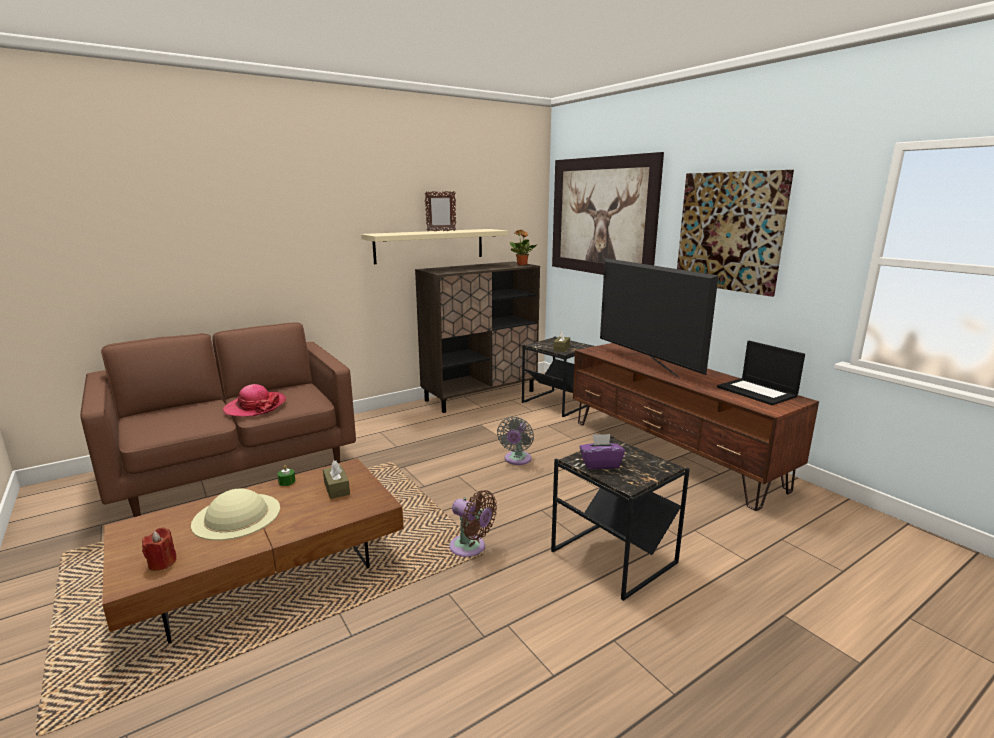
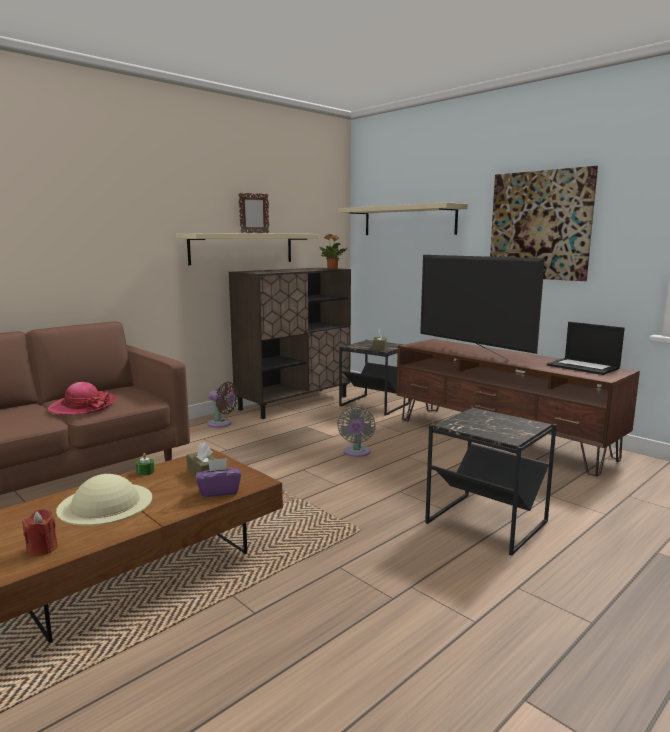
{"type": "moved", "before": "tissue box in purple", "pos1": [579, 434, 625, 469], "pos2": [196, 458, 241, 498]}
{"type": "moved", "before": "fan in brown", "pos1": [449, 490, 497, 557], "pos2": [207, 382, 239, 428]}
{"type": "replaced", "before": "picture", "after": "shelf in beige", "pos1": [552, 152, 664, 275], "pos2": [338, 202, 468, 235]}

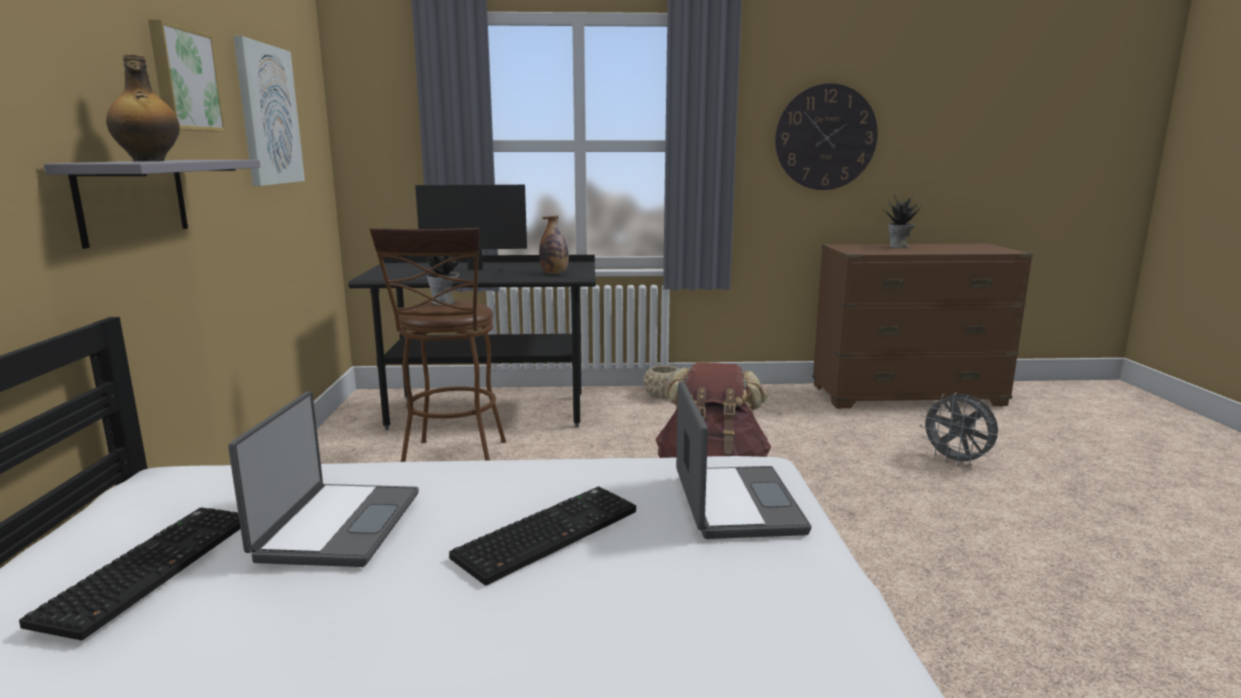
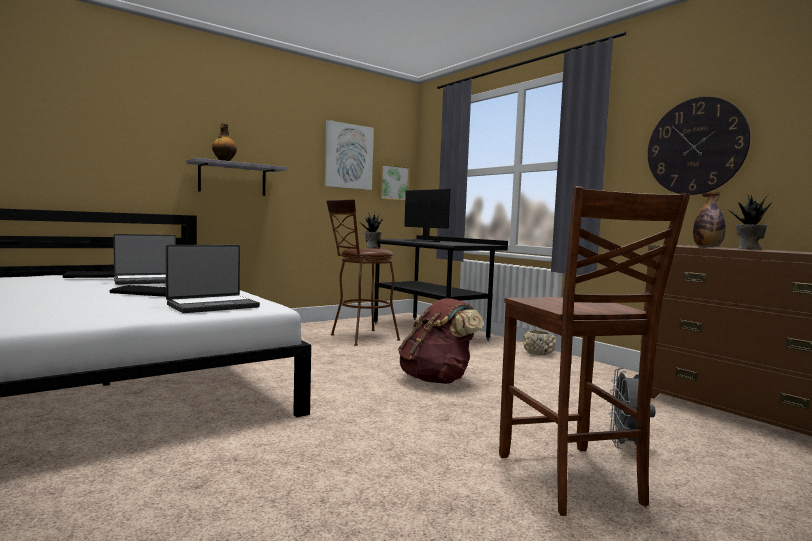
{"type": "moved", "before": "picture", "pos1": [148, 20, 226, 132], "pos2": [378, 164, 410, 201]}
{"type": "added", "after": "chair in brown", "pos2": [499, 187, 690, 516]}
{"type": "moved", "before": "bottle", "pos1": [539, 215, 569, 274], "pos2": [693, 192, 726, 247]}

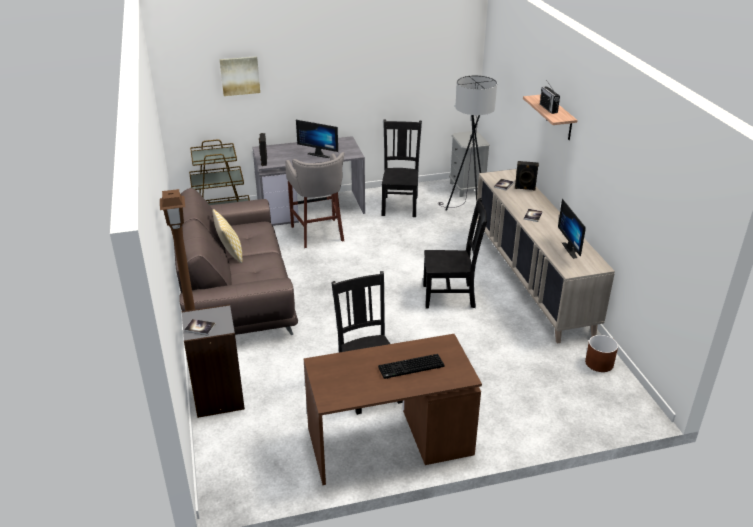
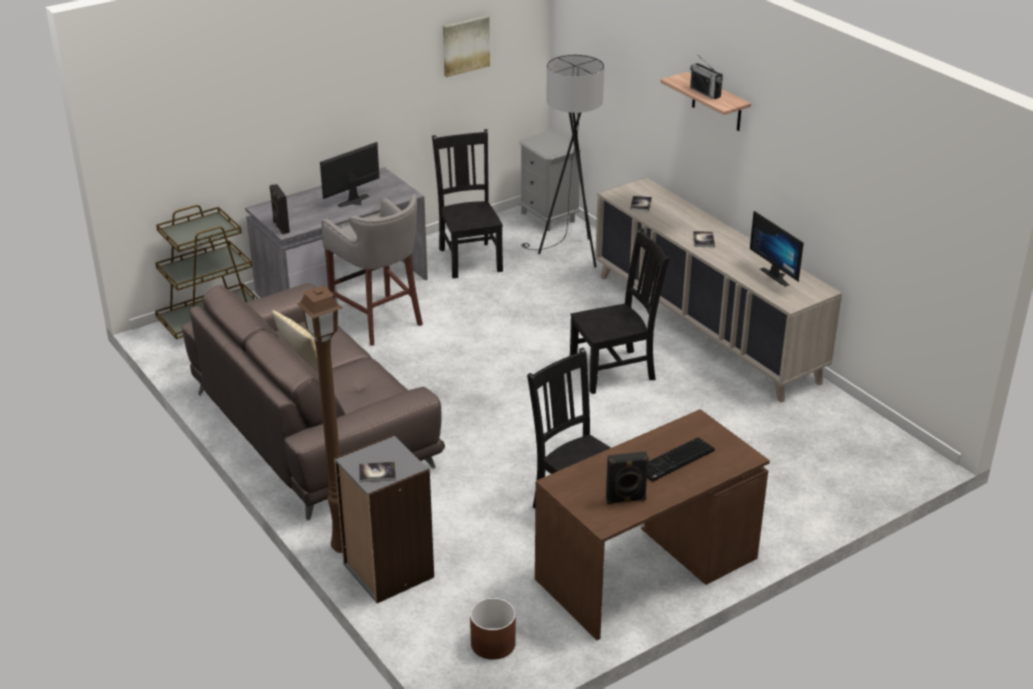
{"type": "turned", "before": "monitor", "pos1": [296, 120, 338, 158], "pos2": [320, 142, 380, 207], "turn": 135}
{"type": "moved", "before": "picture", "pos1": [219, 56, 260, 96], "pos2": [443, 16, 490, 77]}
{"type": "moved", "before": "planter in brown", "pos1": [585, 335, 618, 372], "pos2": [470, 598, 516, 660]}
{"type": "moved", "before": "speaker in black", "pos1": [515, 161, 539, 190], "pos2": [606, 451, 649, 504]}

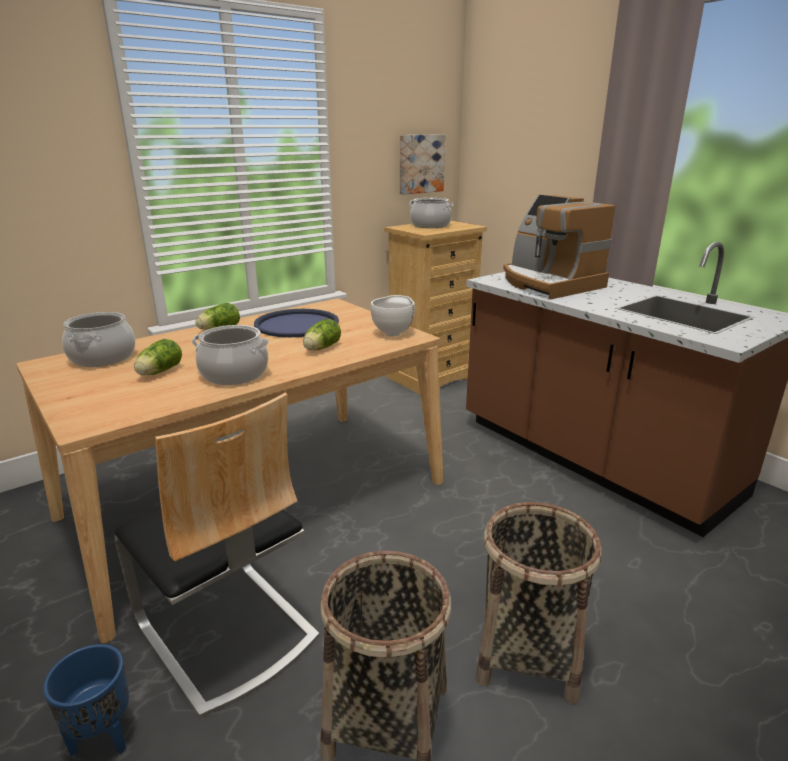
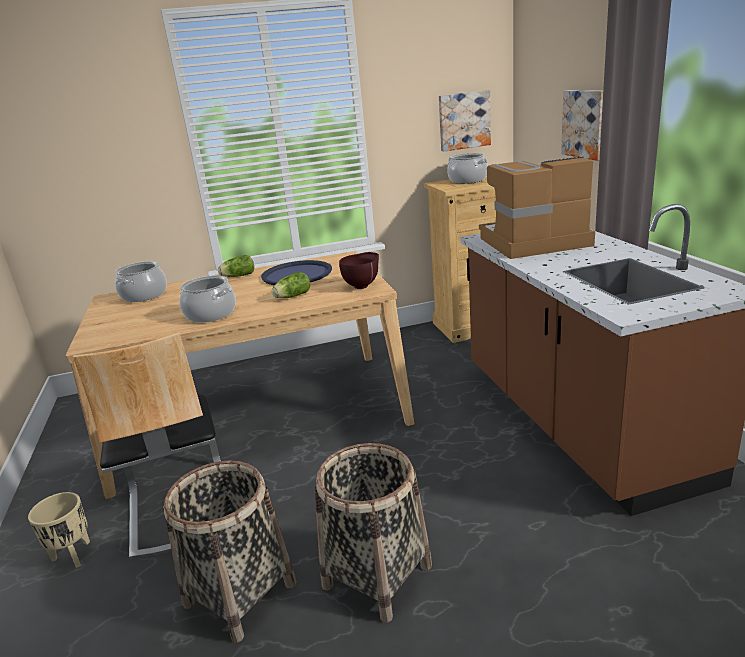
{"type": "recoloured", "before": "planter in blue", "after": "planter in beige", "pos1": [43, 644, 129, 756], "pos2": [28, 492, 90, 568]}
{"type": "recoloured", "before": "bowl in white", "after": "bowl in brown", "pos1": [371, 295, 415, 336], "pos2": [339, 252, 379, 289]}
{"type": "turned", "before": "coffee machine", "pos1": [503, 195, 615, 299], "pos2": [479, 156, 595, 259], "turn": 90}
{"type": "added", "after": "picture", "pos2": [561, 90, 603, 161]}
{"type": "removed", "before": "lettuce", "pos1": [134, 339, 182, 376]}

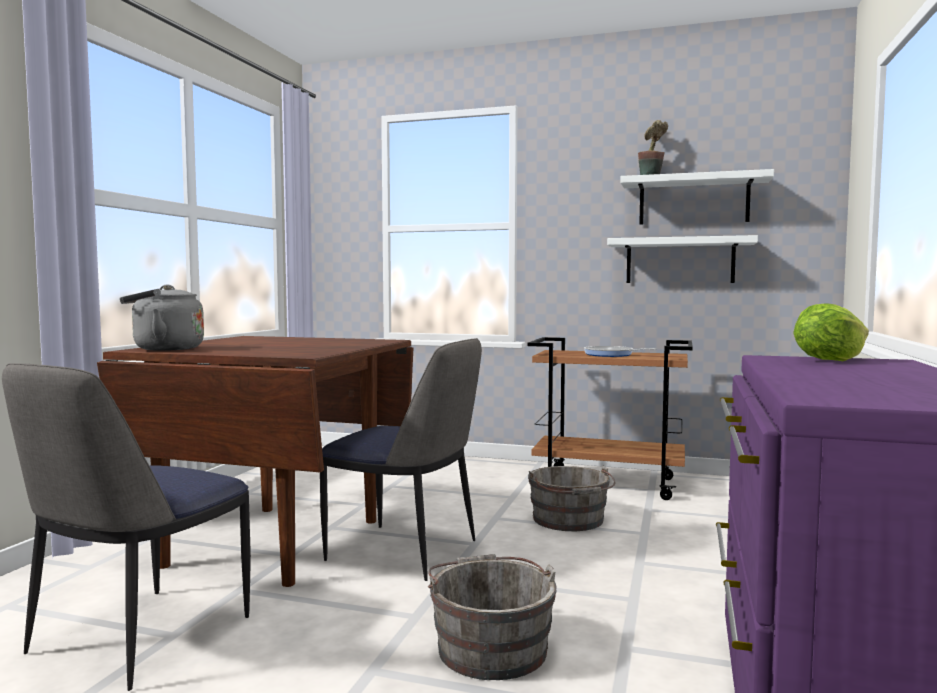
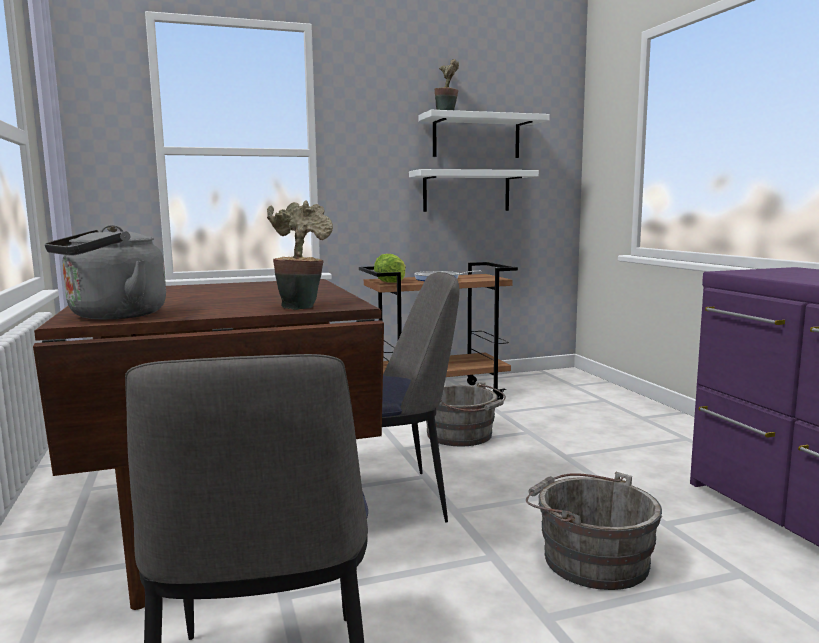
{"type": "added", "after": "potted plant", "pos2": [267, 201, 333, 310]}
{"type": "moved", "before": "lettuce", "pos1": [793, 303, 869, 361], "pos2": [374, 254, 406, 283]}

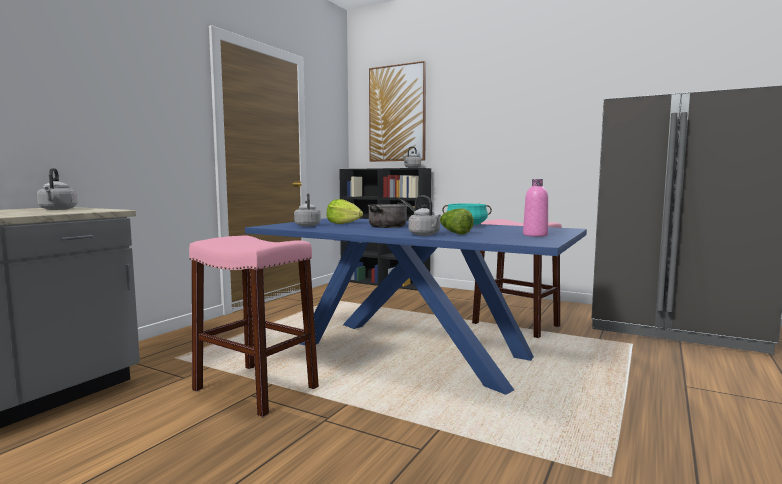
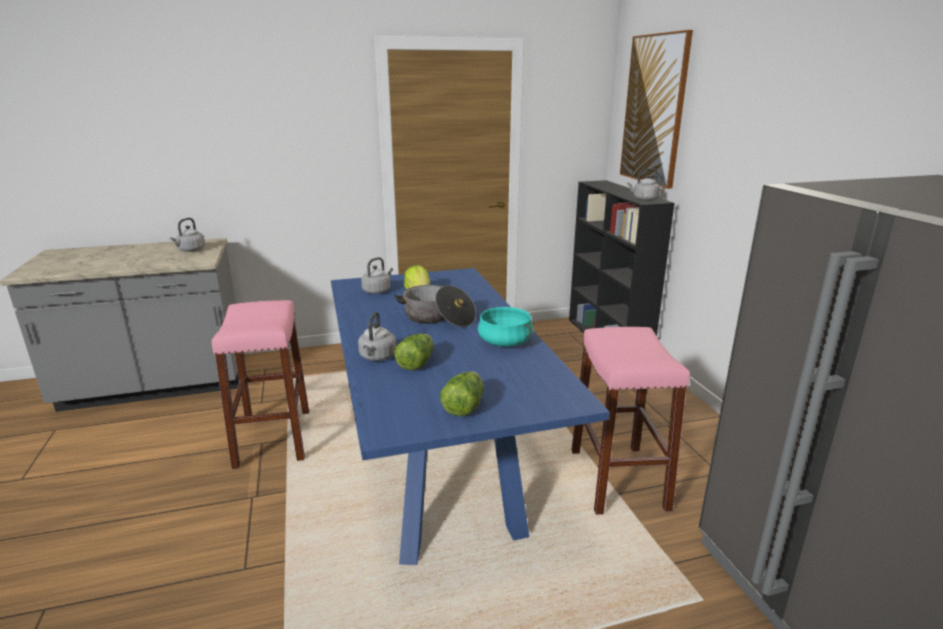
{"type": "replaced", "before": "bottle in pink", "after": "lettuce", "pos1": [523, 179, 548, 237], "pos2": [440, 372, 484, 416]}

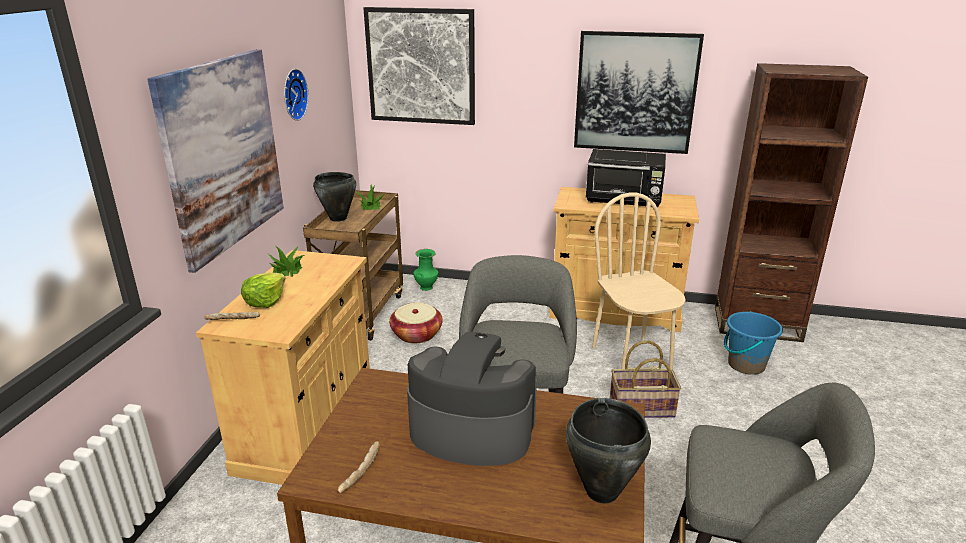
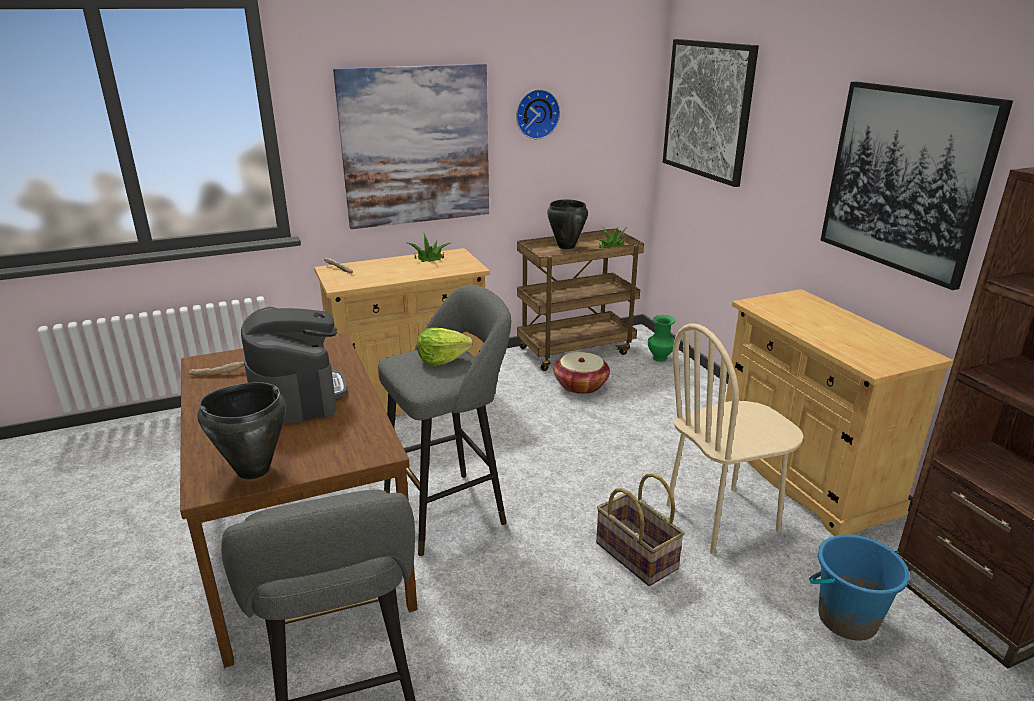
{"type": "moved", "before": "lettuce", "pos1": [241, 273, 286, 308], "pos2": [417, 328, 473, 366]}
{"type": "turned", "before": "chair in beige", "pos1": [592, 192, 686, 369], "pos2": [666, 323, 804, 555], "turn": -150}
{"type": "removed", "before": "microwave in black", "pos1": [586, 149, 666, 207]}

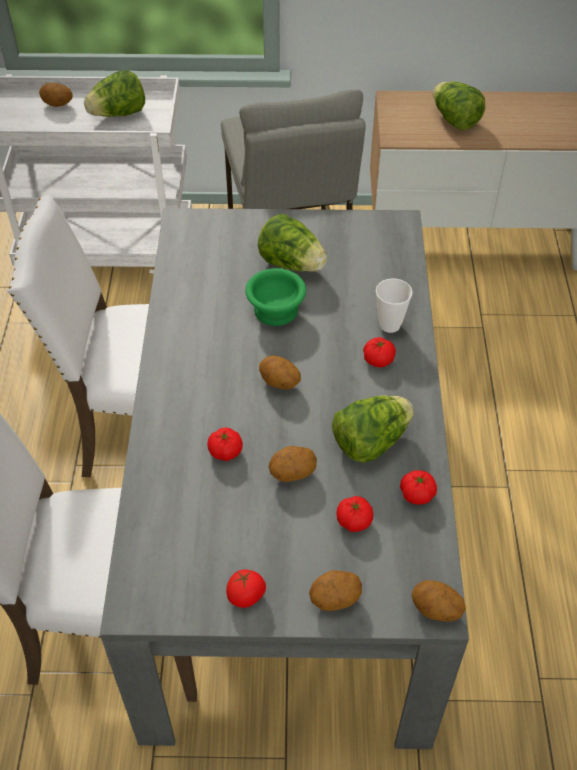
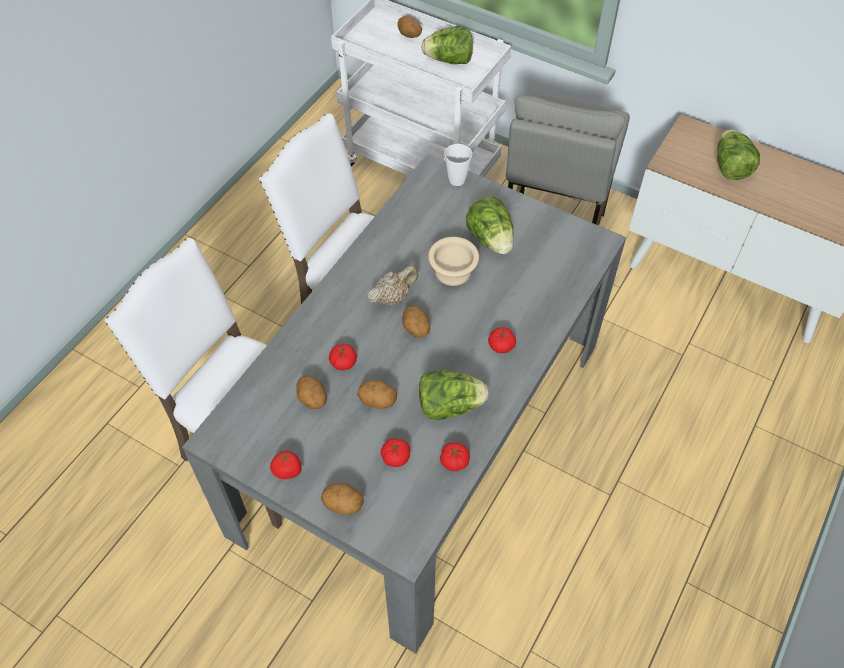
{"type": "moved", "before": "potato", "pos1": [412, 580, 466, 622], "pos2": [296, 376, 327, 409]}
{"type": "added", "after": "teapot in beige", "pos2": [367, 266, 418, 306]}
{"type": "recoloured", "before": "bowl in green", "after": "bowl in beige", "pos1": [245, 268, 306, 326], "pos2": [428, 237, 479, 286]}
{"type": "moved", "before": "cup", "pos1": [376, 278, 413, 333], "pos2": [444, 144, 472, 186]}

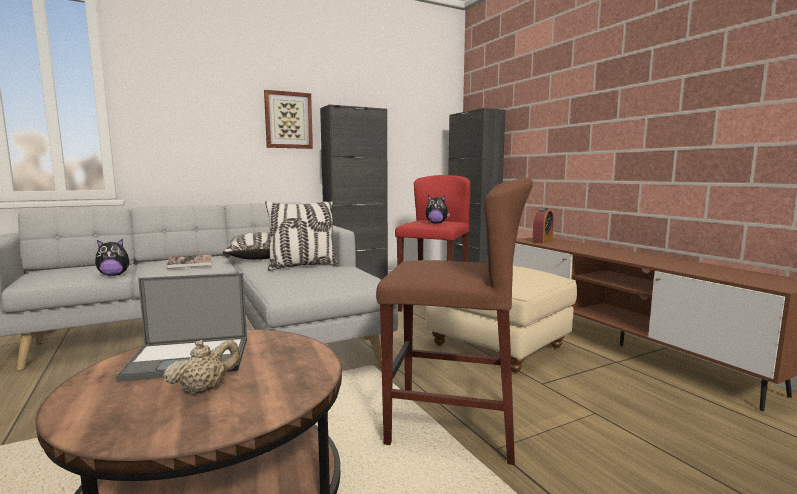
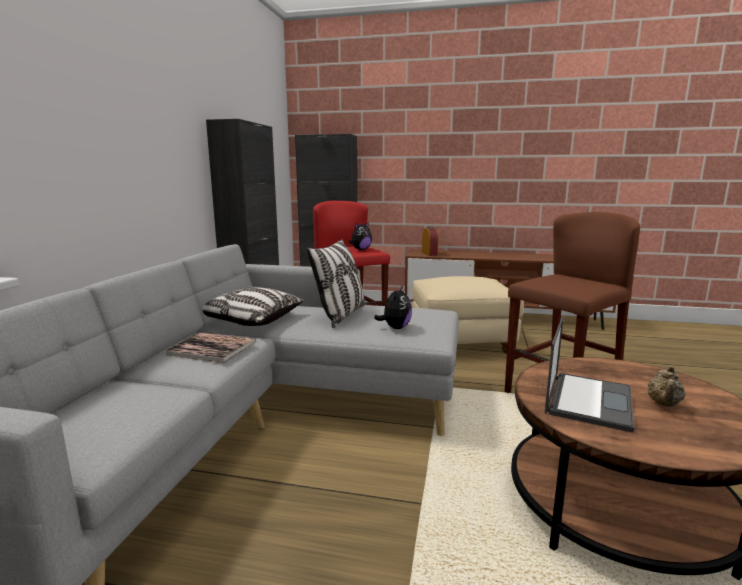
{"type": "moved", "before": "plush toy", "pos1": [95, 239, 134, 276], "pos2": [374, 285, 412, 329]}
{"type": "turned", "before": "teapot in beige", "pos1": [163, 339, 240, 395], "pos2": [648, 366, 685, 407], "turn": -150}
{"type": "removed", "before": "picture", "pos1": [264, 90, 313, 149]}

